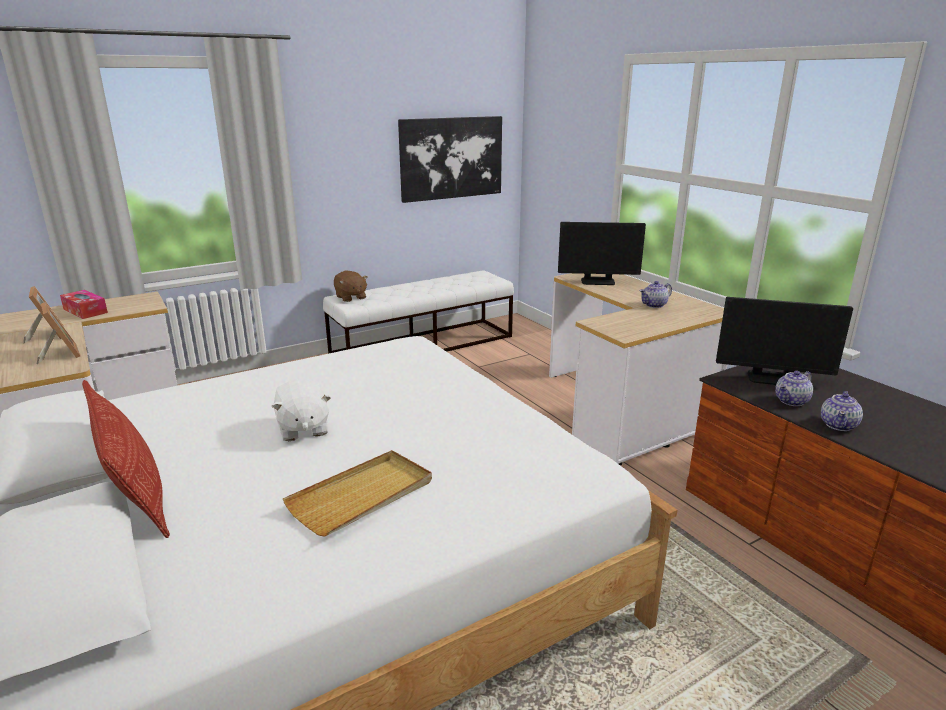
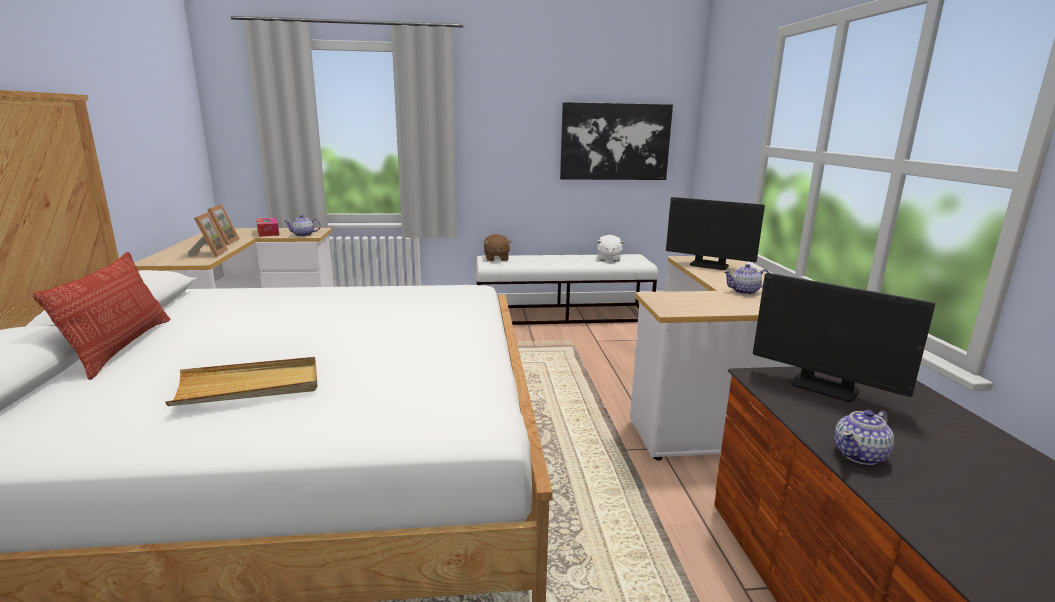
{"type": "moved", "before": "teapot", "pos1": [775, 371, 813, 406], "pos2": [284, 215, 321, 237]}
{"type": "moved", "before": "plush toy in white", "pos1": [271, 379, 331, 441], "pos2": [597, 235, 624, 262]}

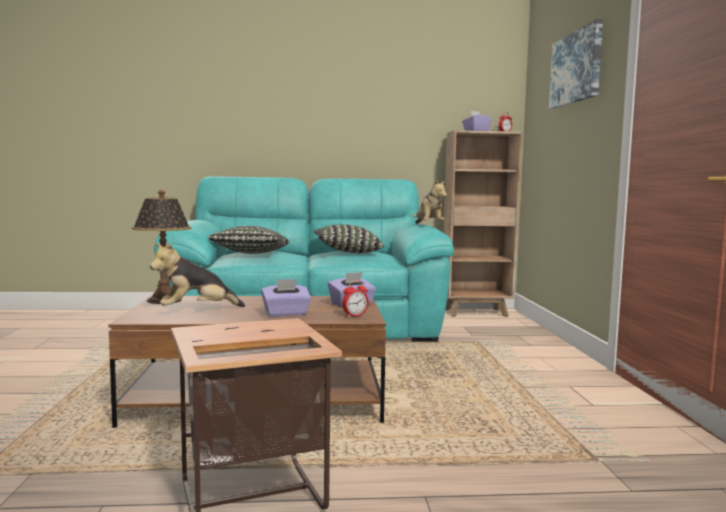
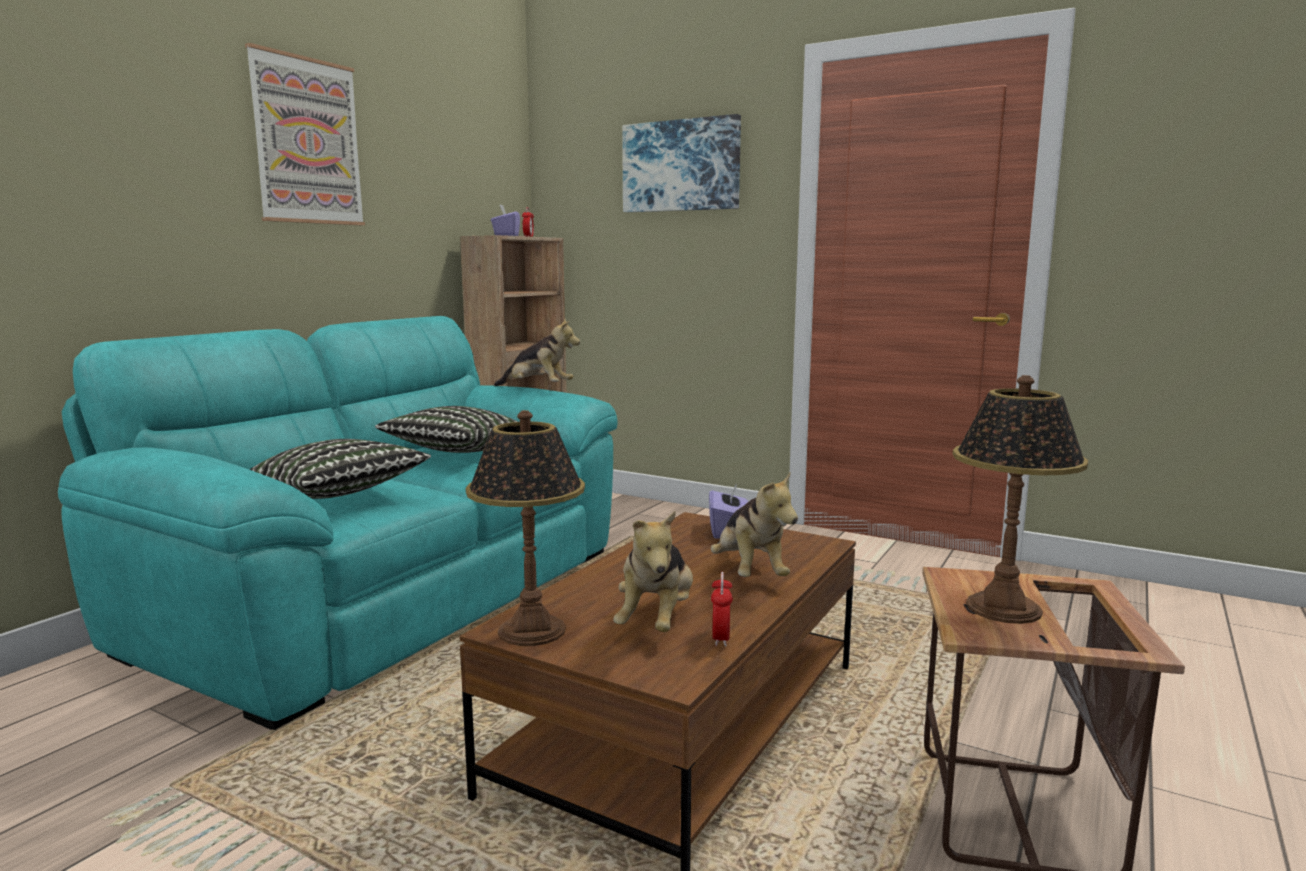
{"type": "added", "after": "picture", "pos2": [245, 43, 365, 225]}
{"type": "replaced", "before": "tissue box in purple", "after": "plush toy", "pos1": [261, 279, 311, 317], "pos2": [711, 473, 798, 577]}
{"type": "moved", "before": "alarm clock", "pos1": [342, 280, 369, 318], "pos2": [711, 572, 733, 647]}
{"type": "added", "after": "table lamp", "pos2": [953, 375, 1088, 624]}

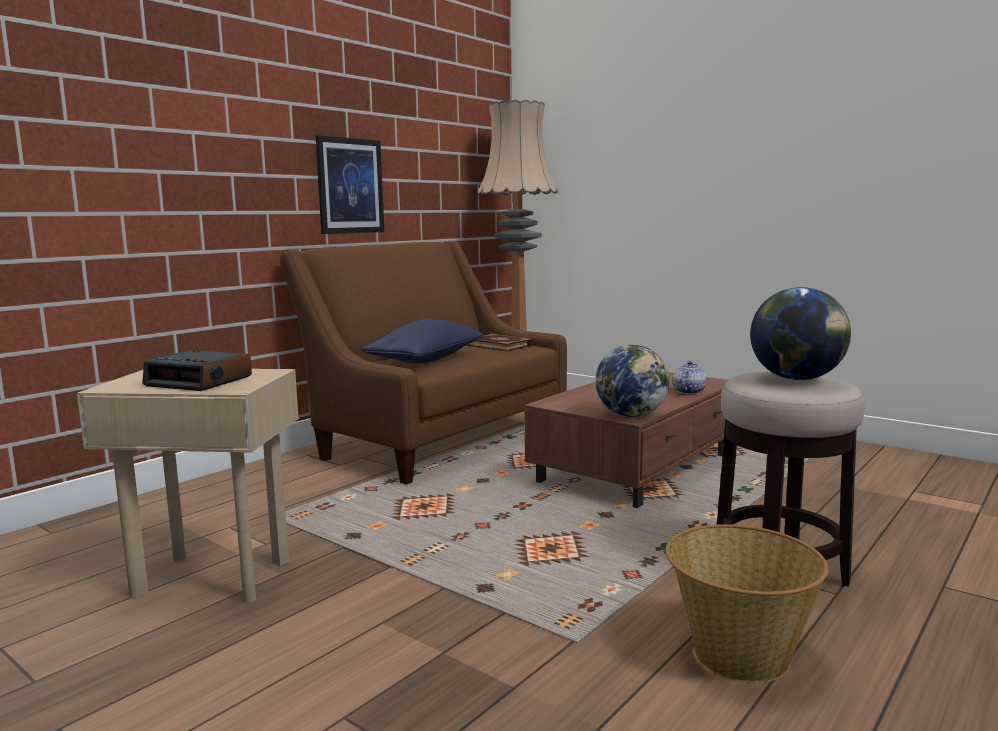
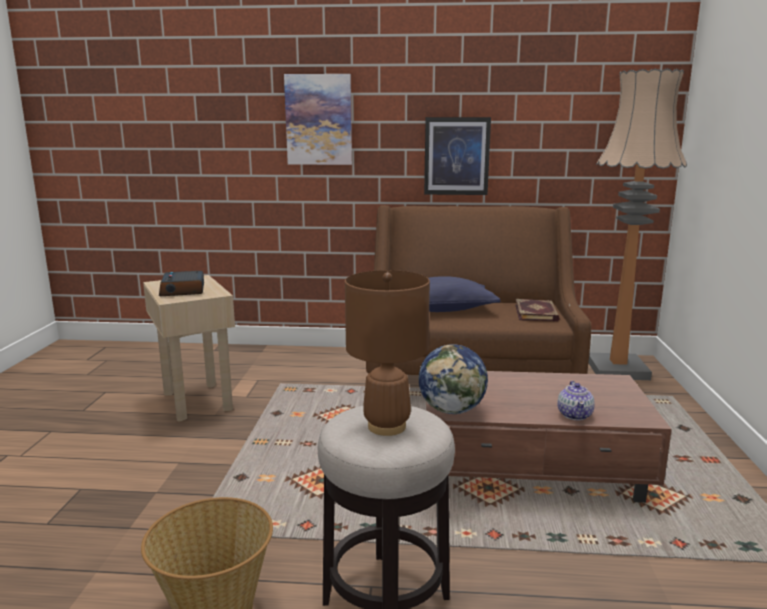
{"type": "added", "after": "picture", "pos2": [284, 74, 352, 165]}
{"type": "replaced", "before": "globe", "after": "table lamp in brown", "pos1": [750, 287, 851, 380], "pos2": [345, 270, 430, 436]}
{"type": "turned", "before": "teapot", "pos1": [673, 361, 706, 394], "pos2": [557, 381, 595, 420], "turn": 105}

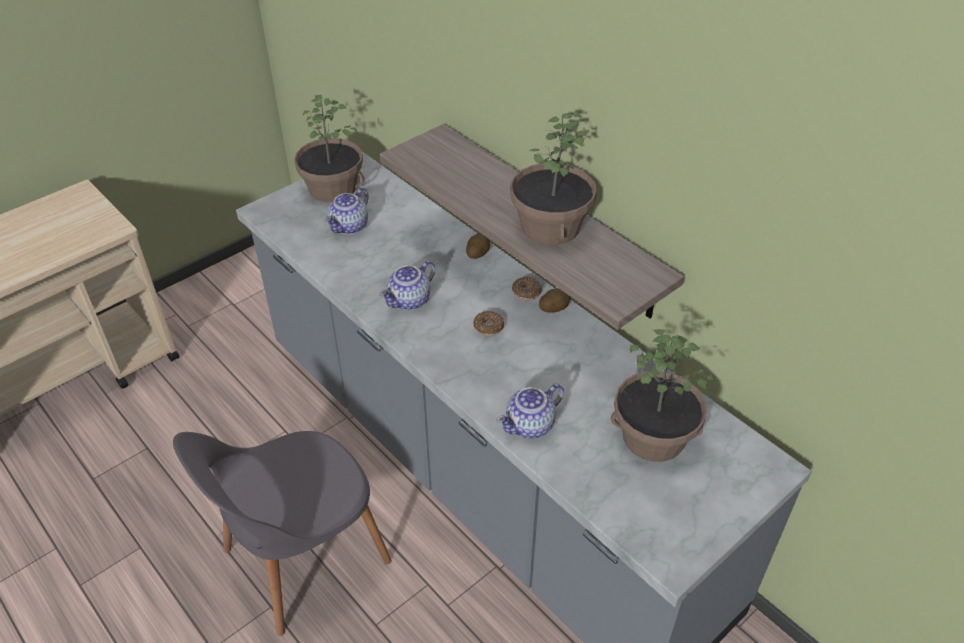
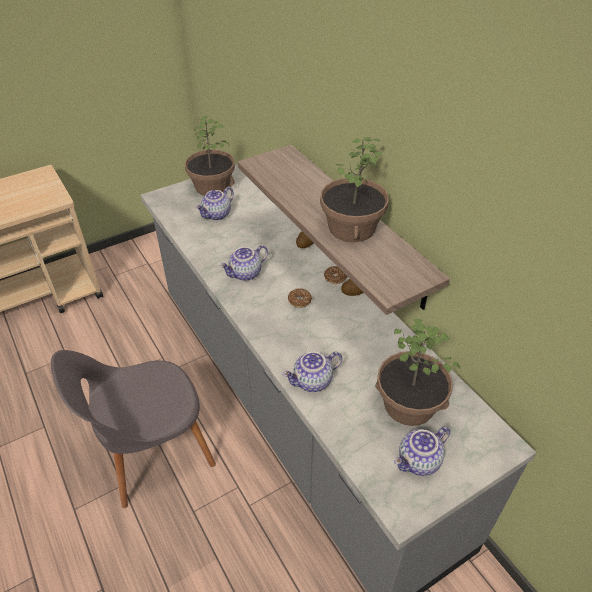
{"type": "added", "after": "teapot", "pos2": [394, 426, 450, 476]}

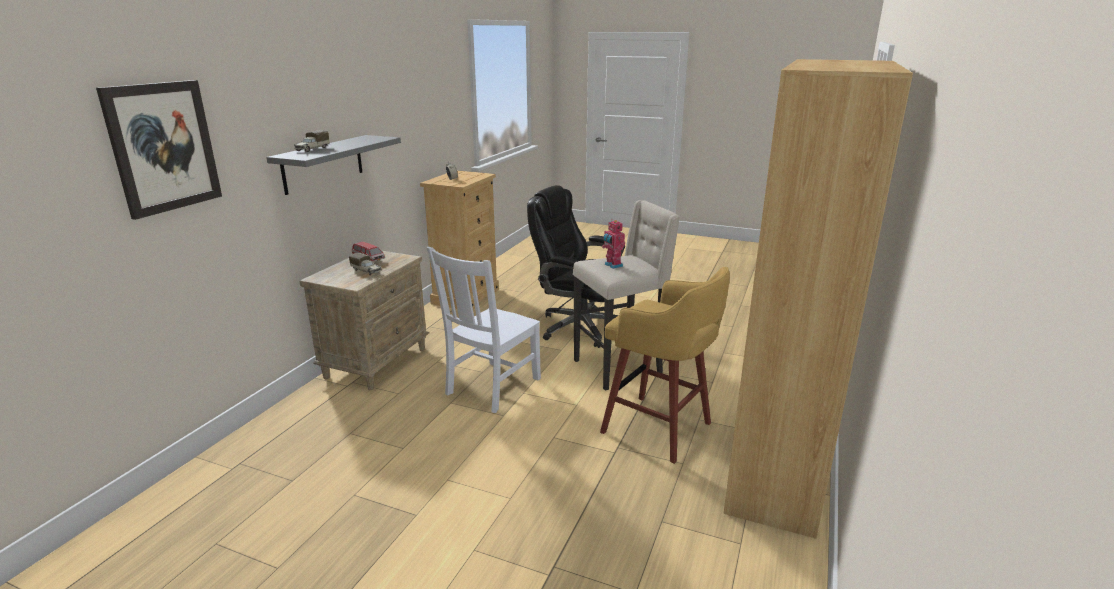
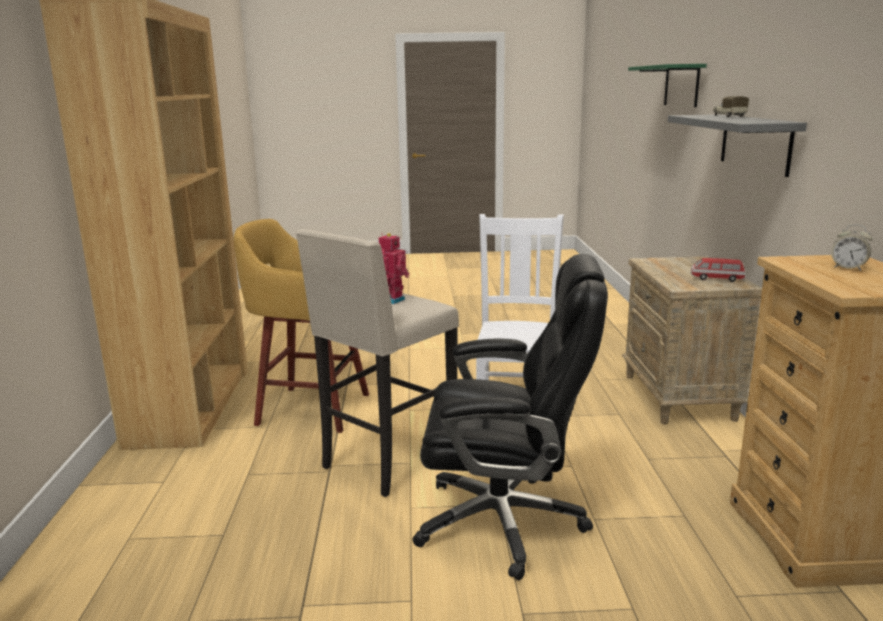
{"type": "replaced", "before": "picture", "after": "shelf in green", "pos1": [96, 80, 222, 220], "pos2": [628, 64, 707, 107]}
{"type": "removed", "before": "toy truck", "pos1": [349, 253, 381, 275]}

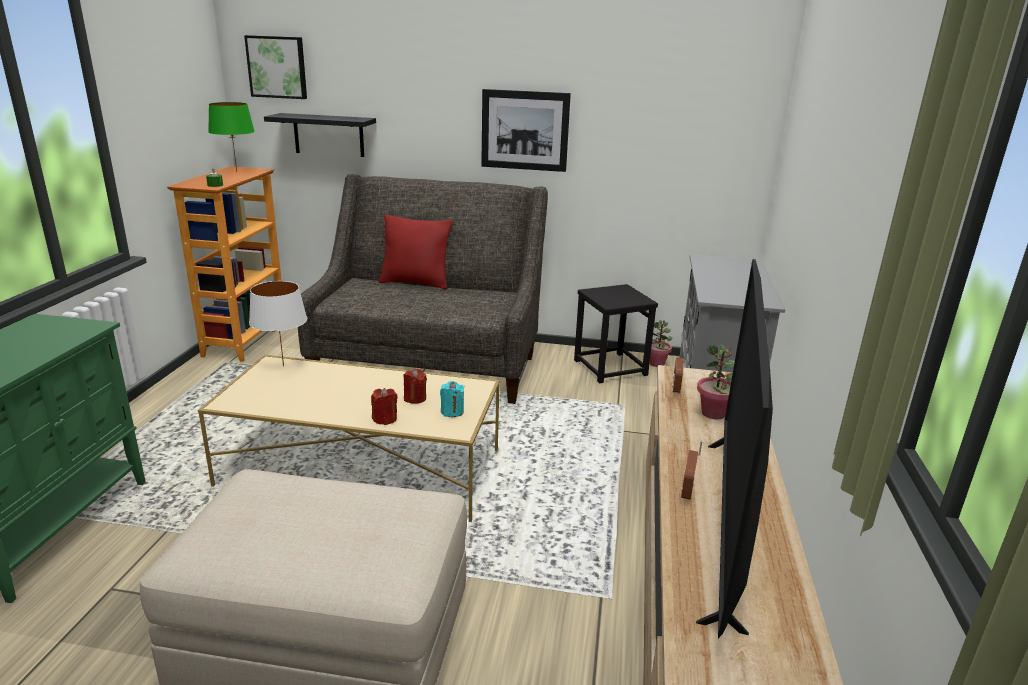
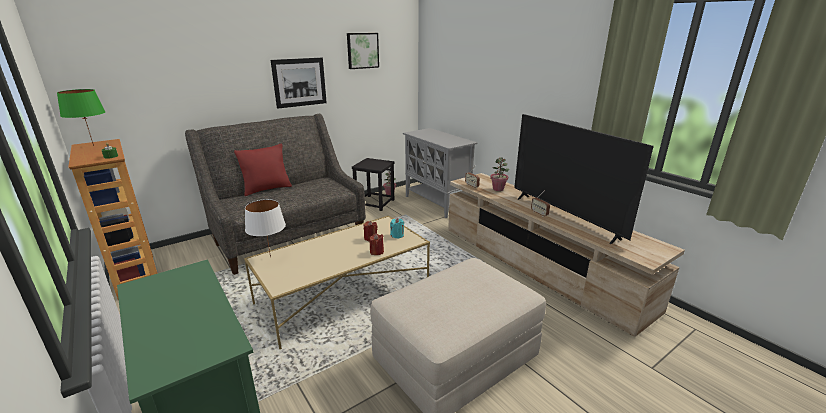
{"type": "moved", "before": "picture", "pos1": [244, 35, 307, 99], "pos2": [347, 33, 379, 69]}
{"type": "removed", "before": "shelf in black", "pos1": [264, 113, 376, 157]}

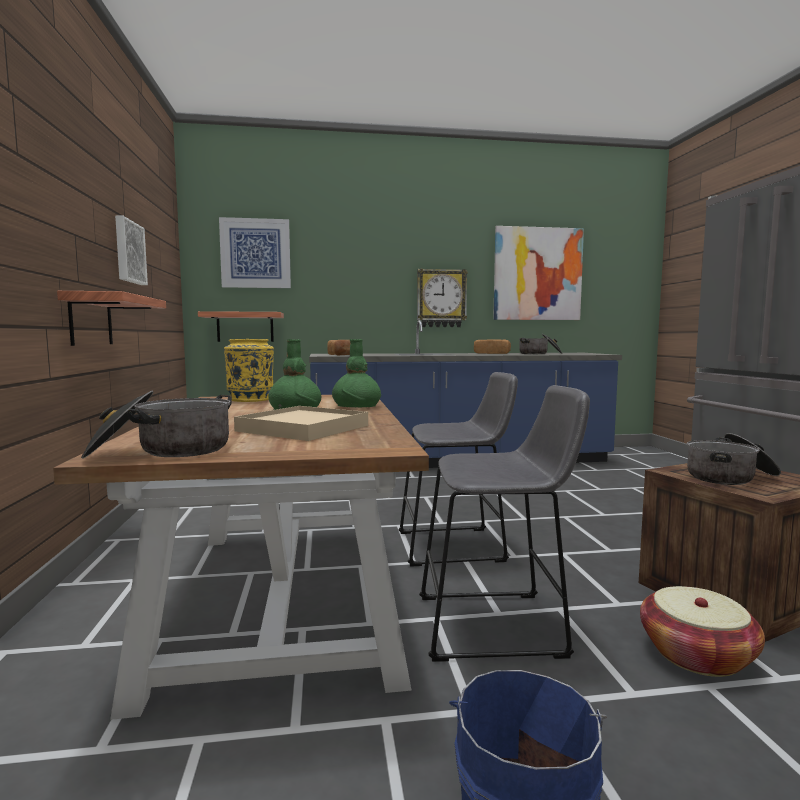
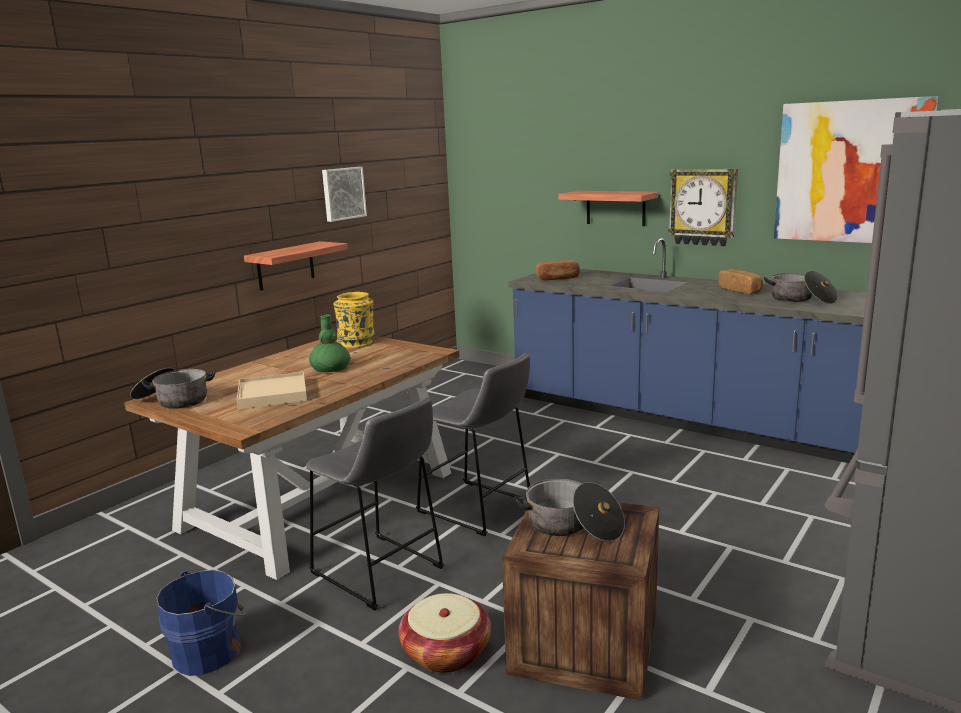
{"type": "moved", "before": "shelf", "pos1": [198, 311, 284, 342], "pos2": [558, 191, 658, 226]}
{"type": "removed", "before": "picture", "pos1": [219, 217, 291, 288]}
{"type": "removed", "before": "vase in green", "pos1": [332, 339, 381, 408]}

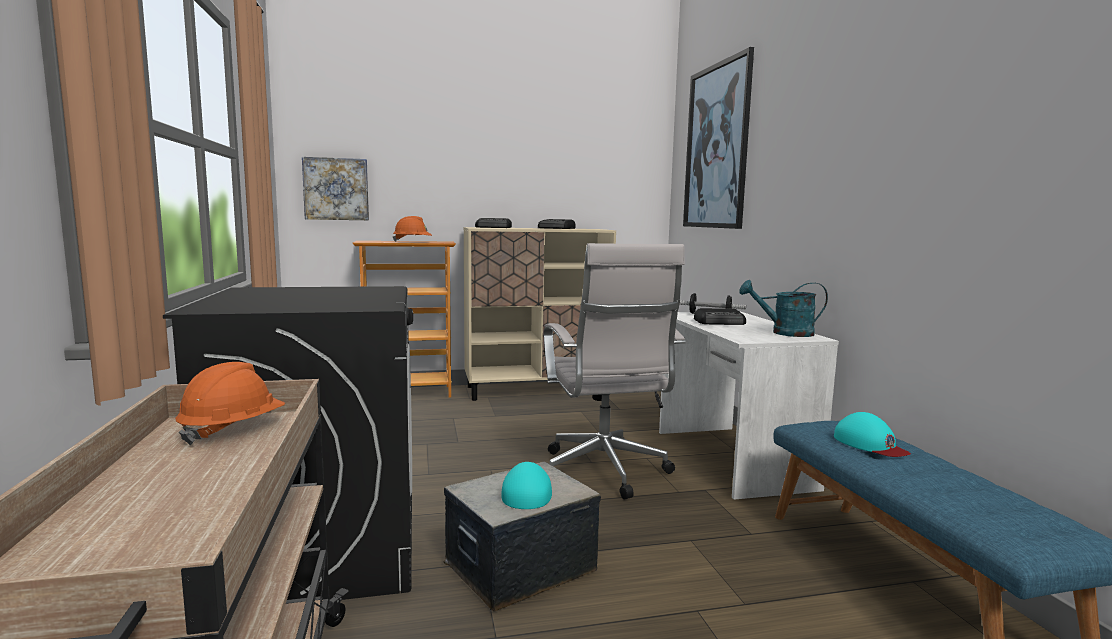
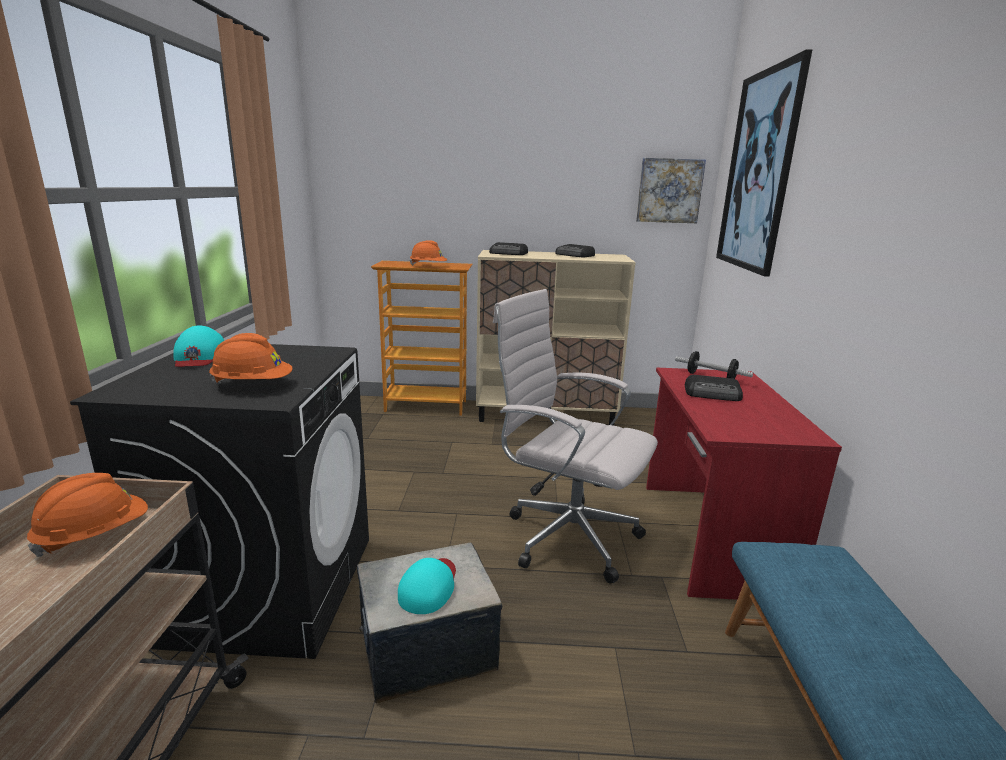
{"type": "moved", "before": "cap in turquoise", "pos1": [834, 412, 911, 457], "pos2": [173, 325, 224, 367]}
{"type": "added", "after": "hard hat in orange", "pos2": [209, 333, 292, 384]}
{"type": "turned", "before": "office chair in white", "pos1": [544, 243, 686, 500], "pos2": [493, 289, 658, 584], "turn": 120}
{"type": "moved", "before": "picture", "pos1": [302, 157, 369, 220], "pos2": [636, 158, 706, 223]}
{"type": "recoloured", "before": "desk in white", "after": "desk in red", "pos1": [659, 311, 839, 500], "pos2": [646, 367, 842, 600]}
{"type": "removed", "before": "watering can in turquoise", "pos1": [739, 280, 828, 337]}

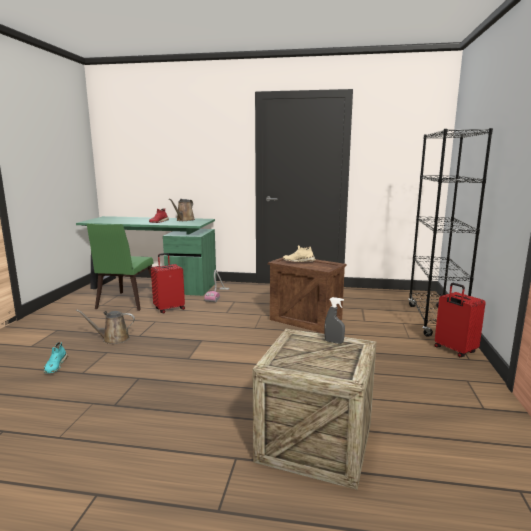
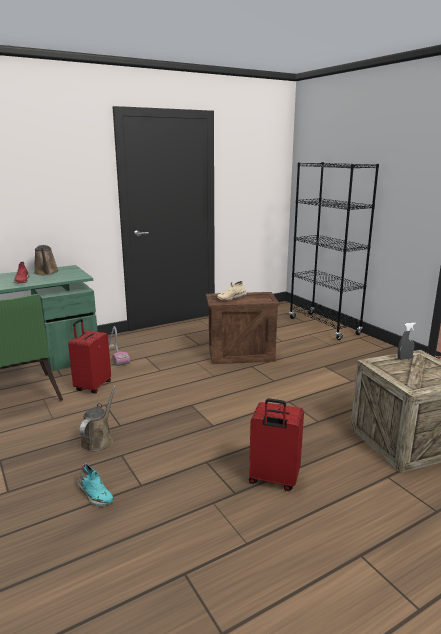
{"type": "turned", "before": "watering can in brown", "pos1": [76, 310, 135, 344], "pos2": [79, 385, 116, 452], "turn": 150}
{"type": "moved", "before": "suitcase in red", "pos1": [434, 283, 485, 357], "pos2": [249, 398, 304, 491]}

